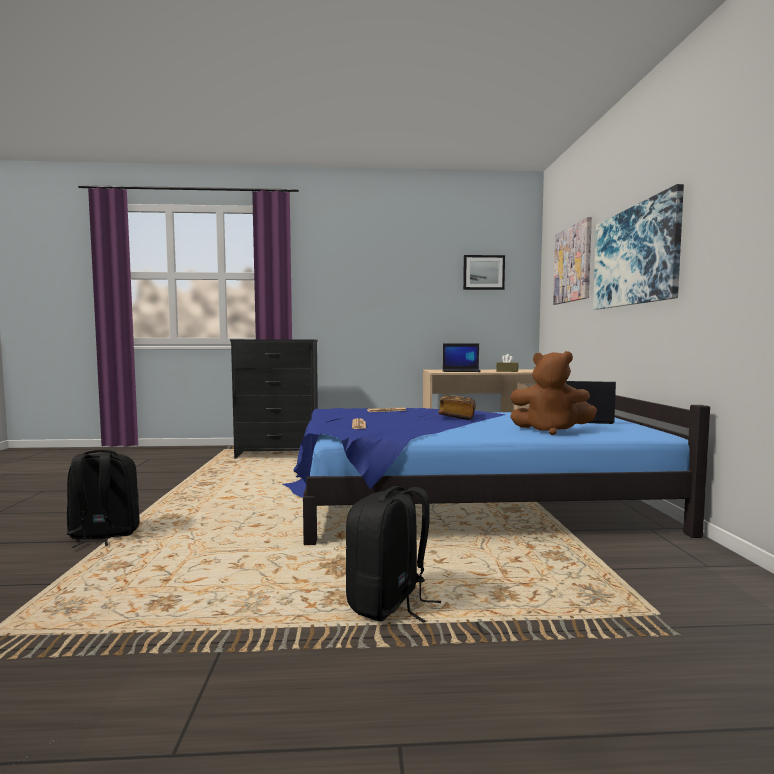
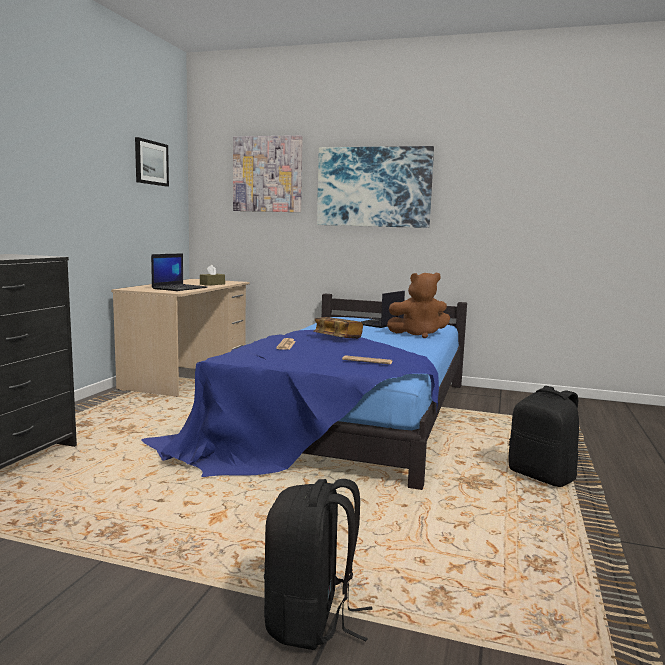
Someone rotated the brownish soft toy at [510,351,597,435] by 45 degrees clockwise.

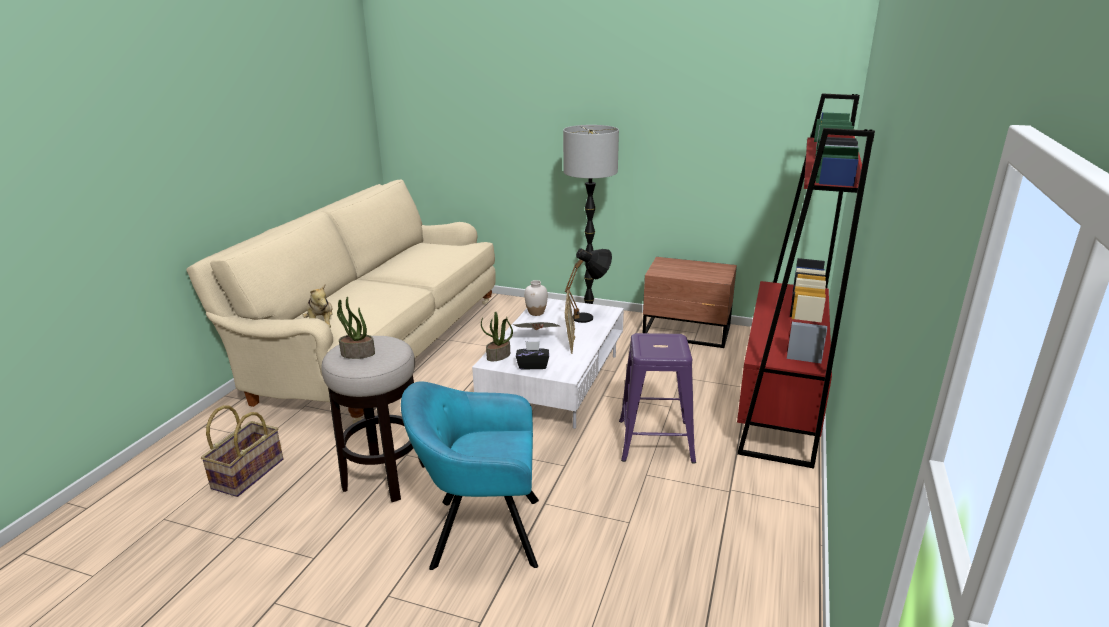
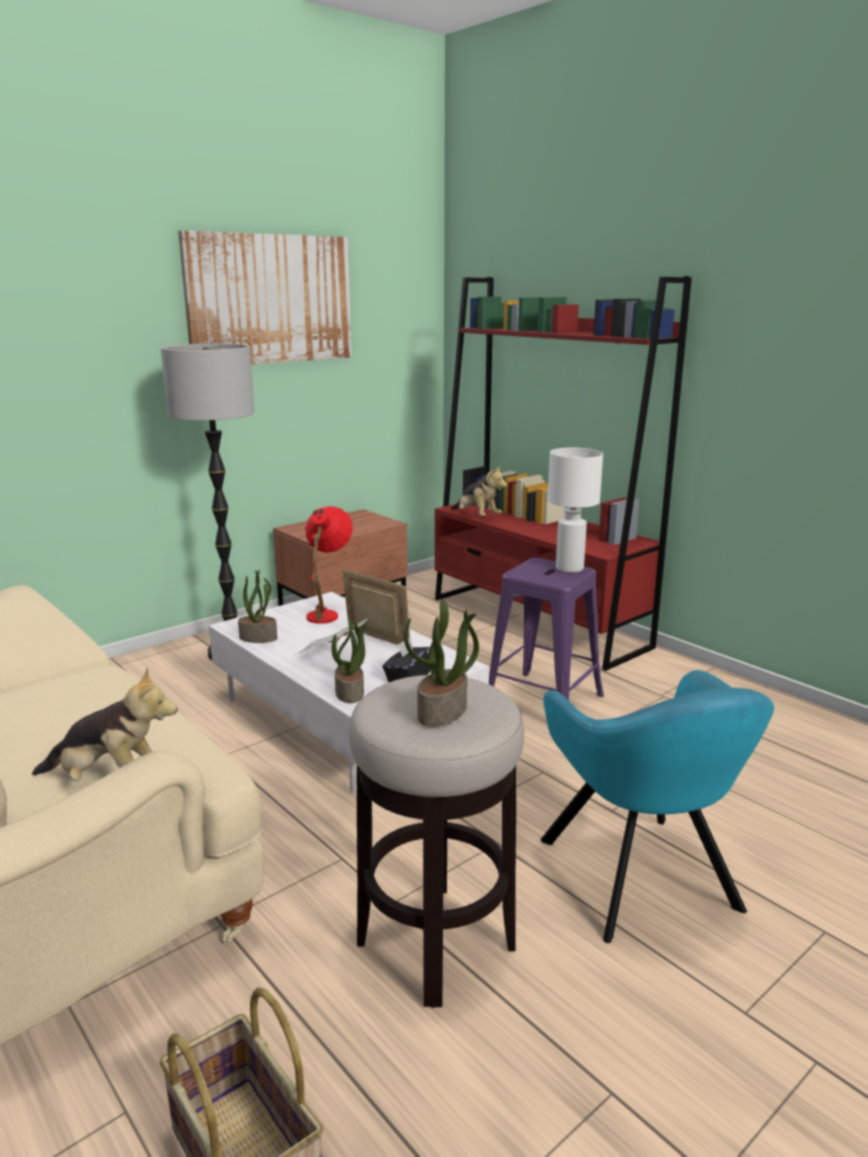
Someone put up the wall picture at [178,230,352,364]. Someone put down the soft toy at [451,465,507,516]. Someone put down the whitish lamp for a table at [548,448,603,573]. Someone swapped the whitish flower vase at [524,280,548,316] for the plant in a pot at [238,570,277,643]. Someone repainted the black lamp for a table at [565,248,612,323], which became the red lamp for a table at [305,506,353,624]. Someone rotated the turquoise-coloured armchair at [401,382,539,570] by 45 degrees counterclockwise.

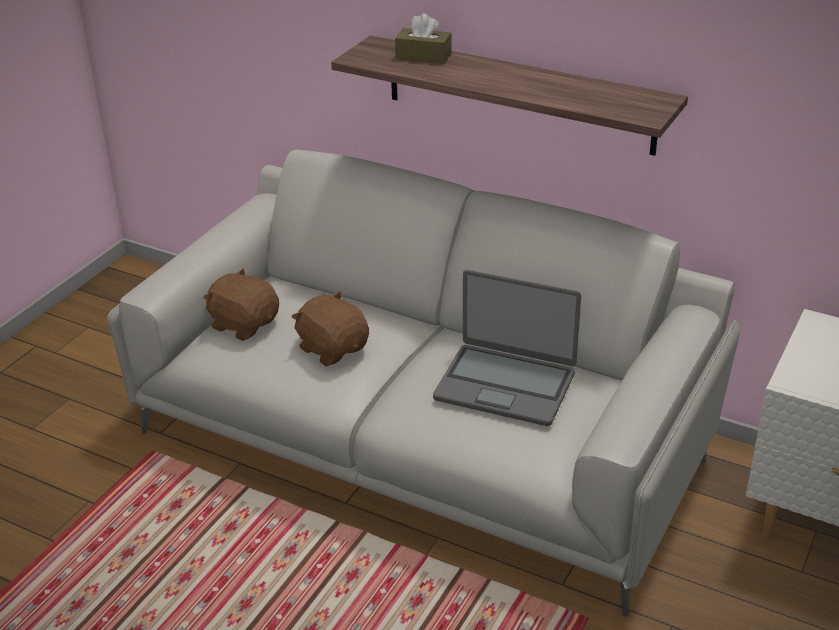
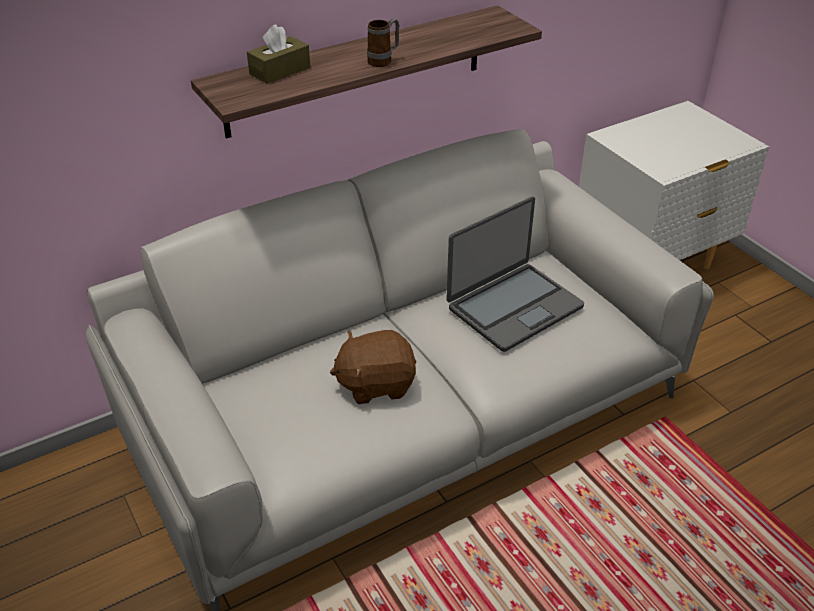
Someone took away the brownish soft toy at [204,269,279,341]. Someone put down the coffee mug at [367,18,399,67].

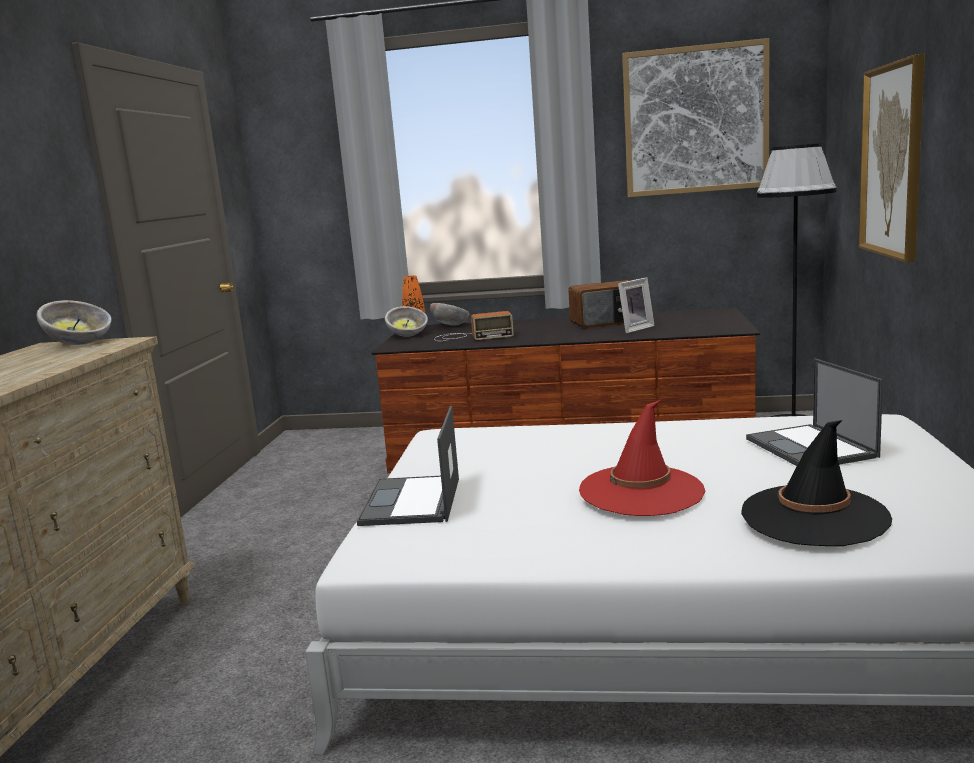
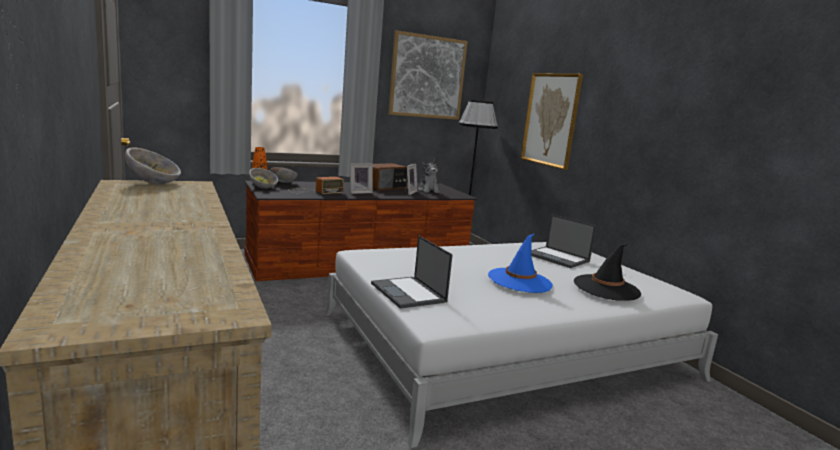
Someone put down the photo frame at [350,163,373,194]. Someone put down the soft toy at [418,159,439,193]. Someone repainted the red wearable hat at [579,400,705,516], which became the blue wearable hat at [488,234,553,293].

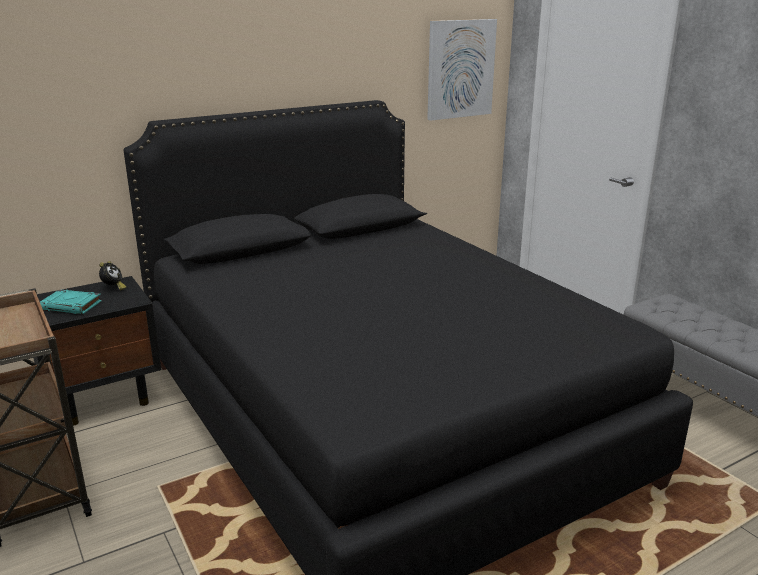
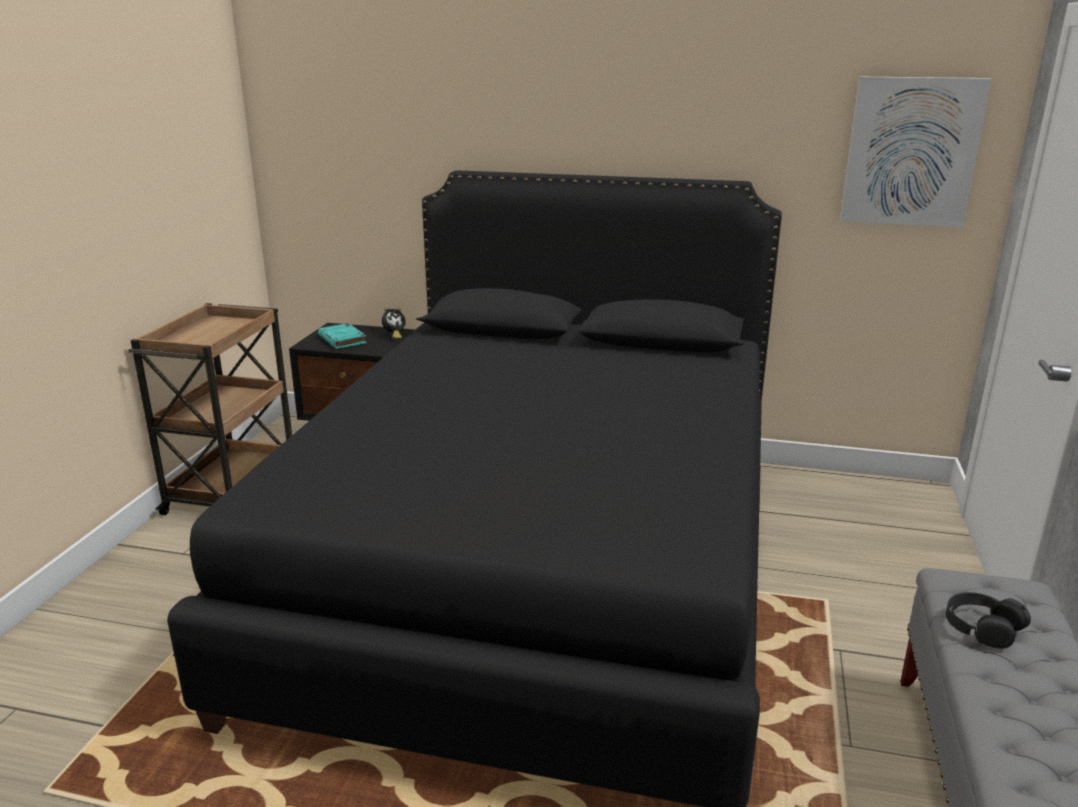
Someone put down the black headset at [946,592,1031,649].

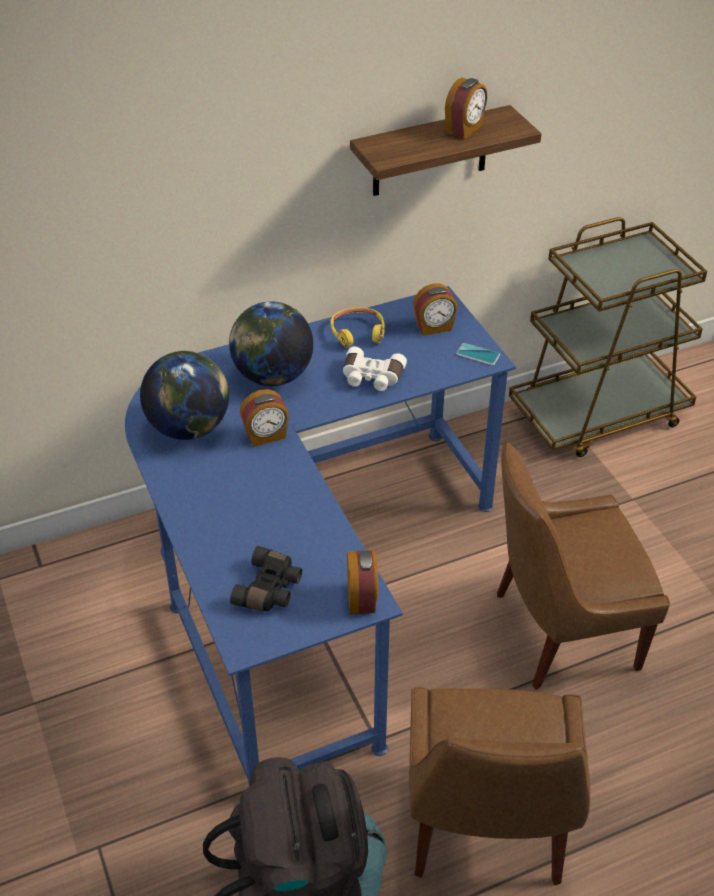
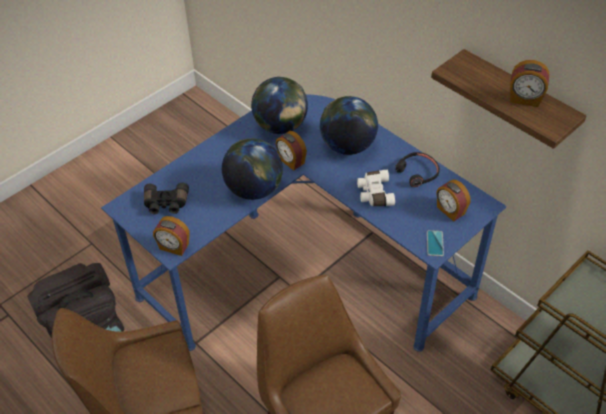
Someone put down the world globe at [222,138,283,200]. Someone repainted the yellow-coloured headset at [331,307,385,348], which became the black headset at [395,152,440,187]. Someone rotated the table clock at [347,550,378,614] by 45 degrees clockwise.

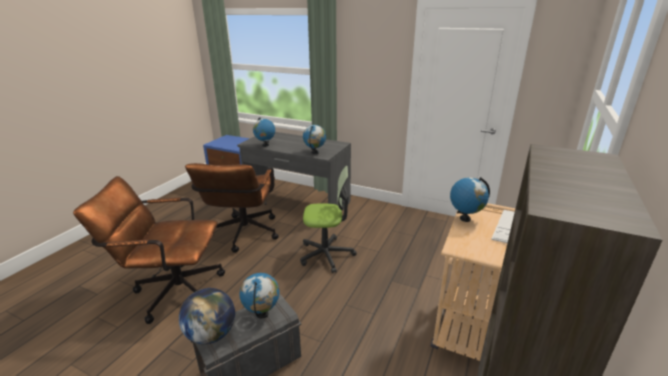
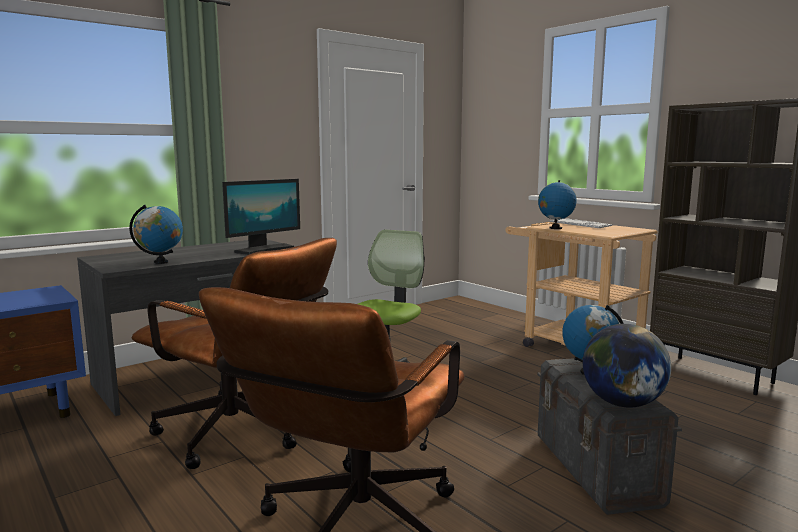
Someone swapped the world globe at [303,125,326,154] for the monitor at [222,179,300,255].

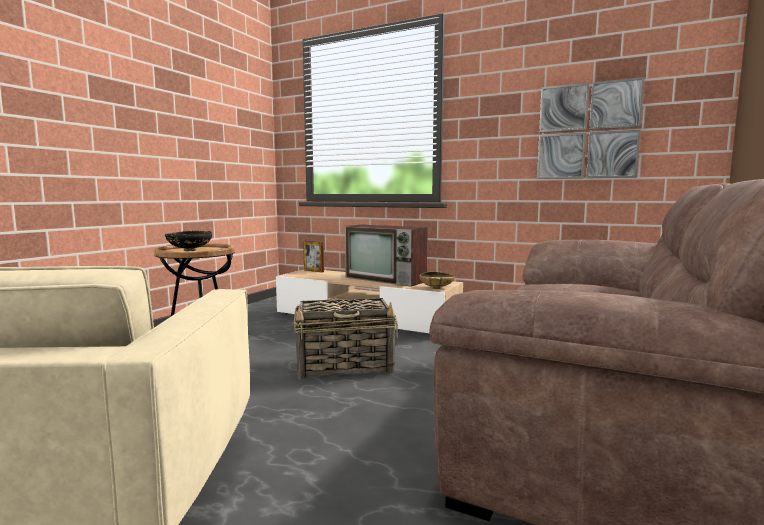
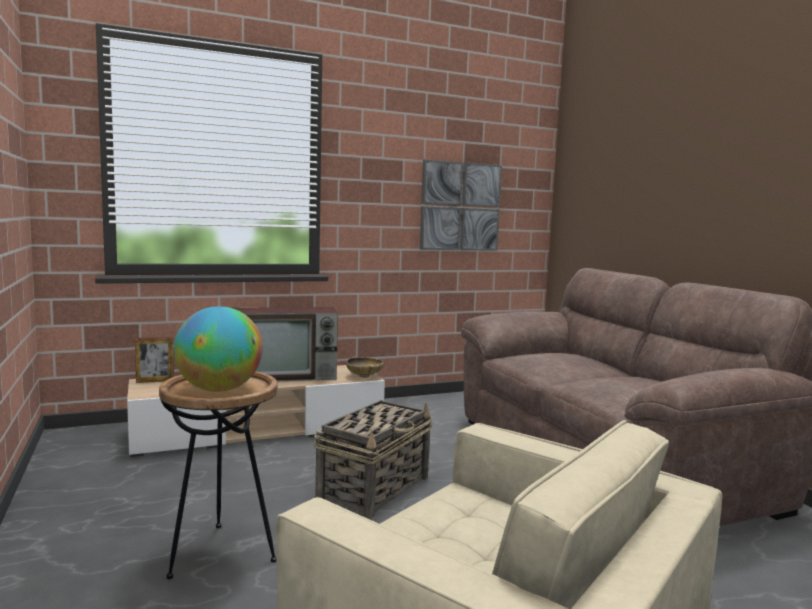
Someone swapped the black deep dish at [165,231,212,251] for the world globe at [174,306,263,392].

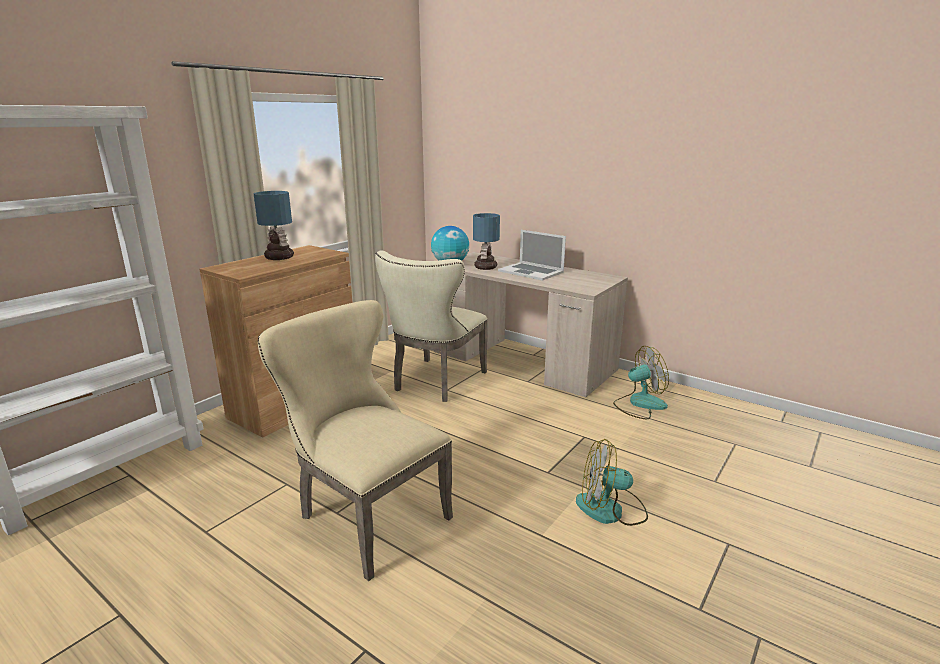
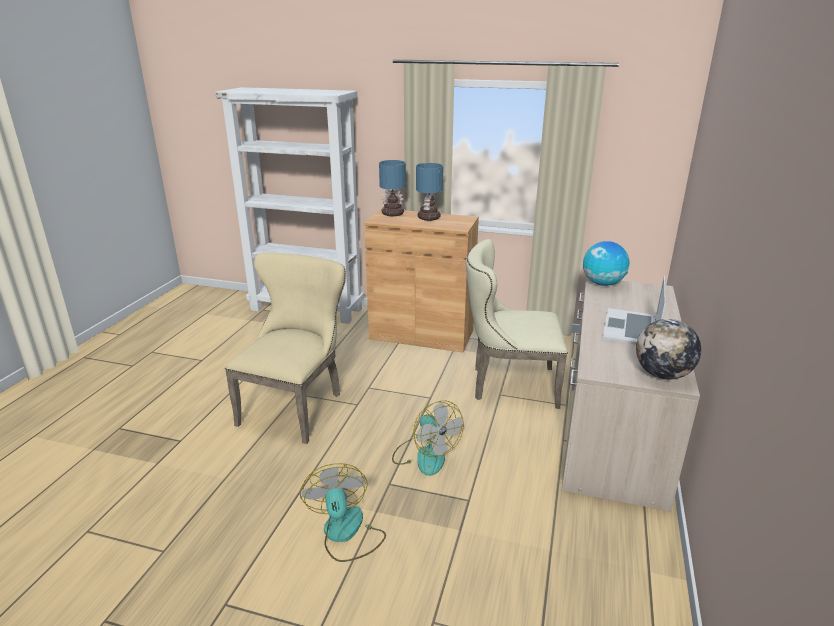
Someone put down the world globe at [636,319,701,380]. Someone carried the lamp for a table from [473,213,500,270] to [379,160,406,216]. Someone carried the cooling fan from [613,346,669,419] to [392,401,464,476].

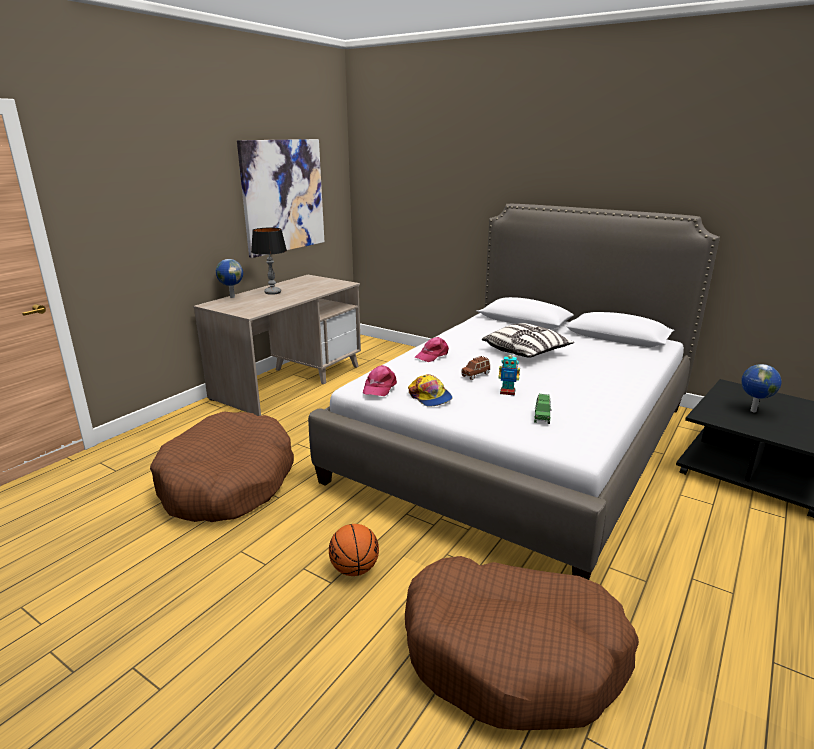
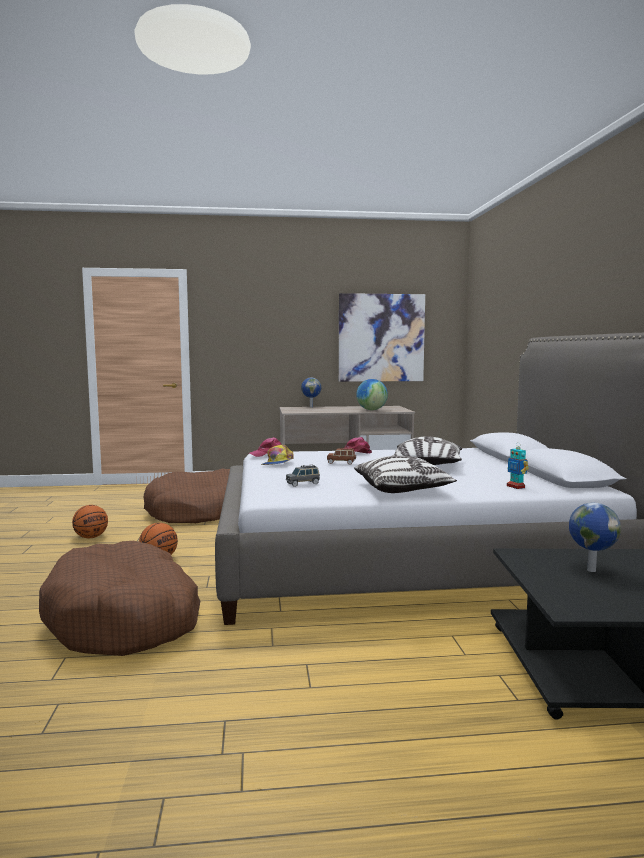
Someone took away the lamp for a table at [251,228,287,295]. Someone put down the basketball at [72,505,108,538]. Someone put down the pillow at [354,456,457,493]. Someone put down the world globe at [356,379,388,410]. Someone carried the robot figure from [498,351,520,396] to [507,442,529,489]. Someone repainted the green model car at [534,394,552,424], which became the greyish model car at [286,465,320,487].

